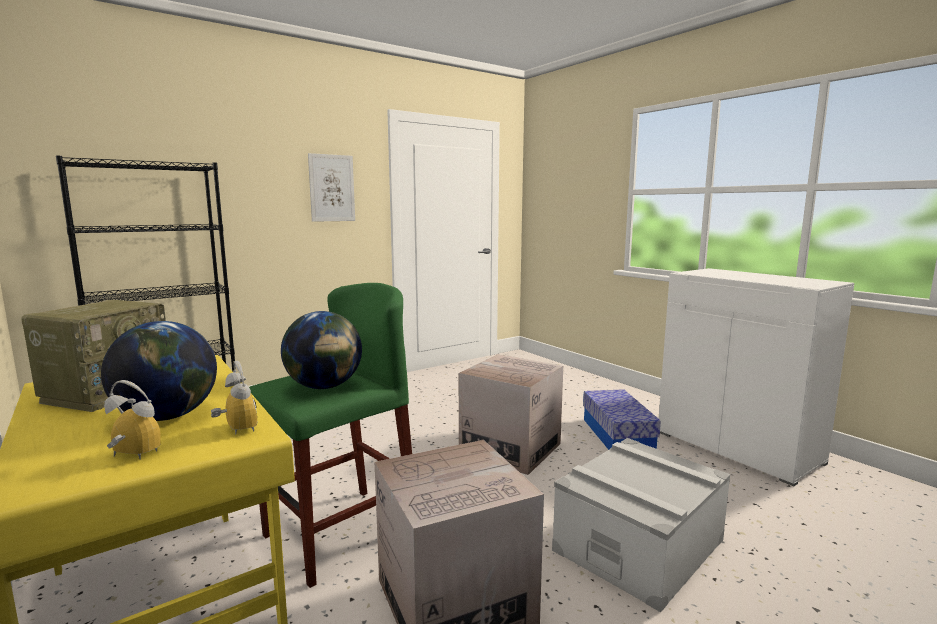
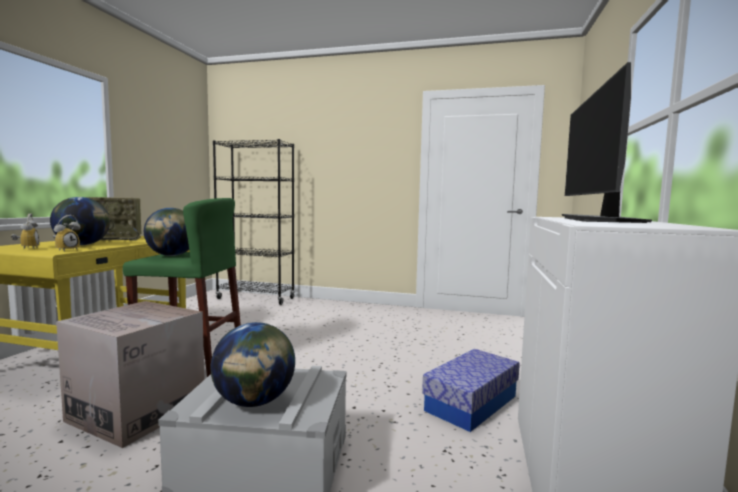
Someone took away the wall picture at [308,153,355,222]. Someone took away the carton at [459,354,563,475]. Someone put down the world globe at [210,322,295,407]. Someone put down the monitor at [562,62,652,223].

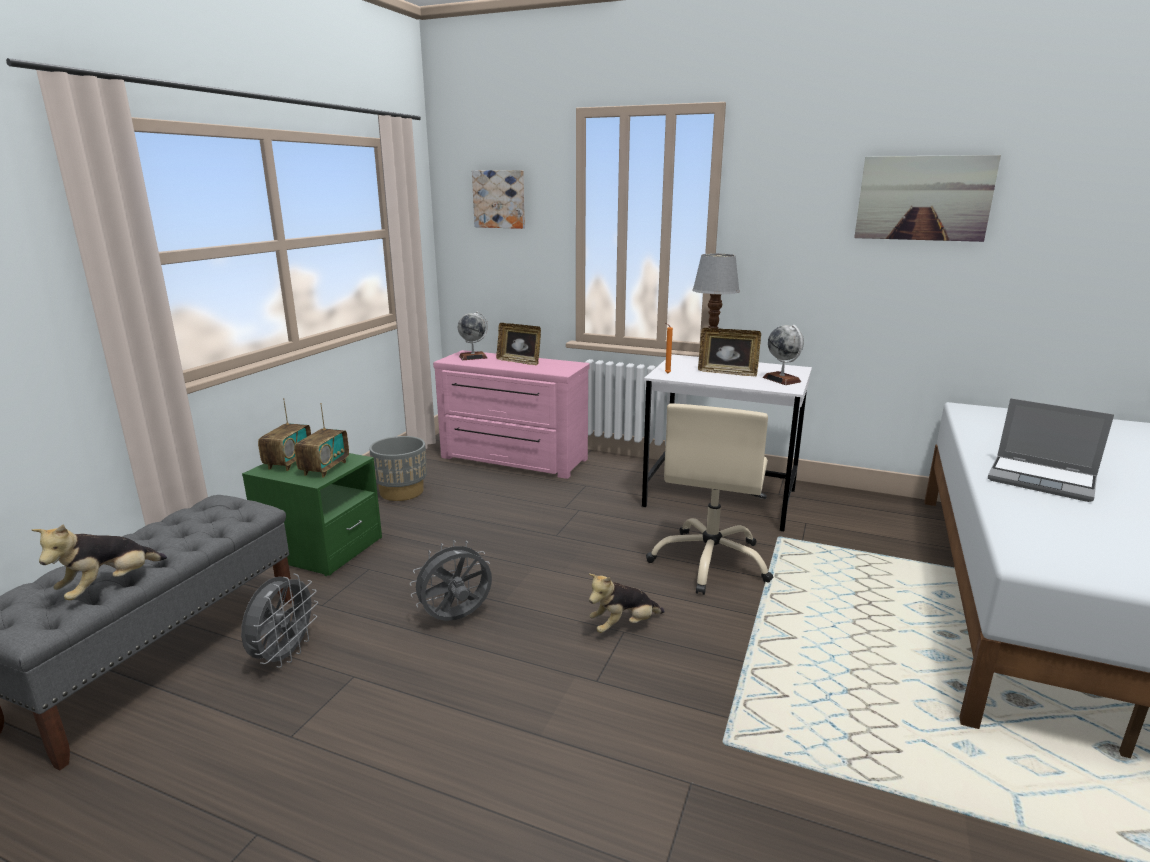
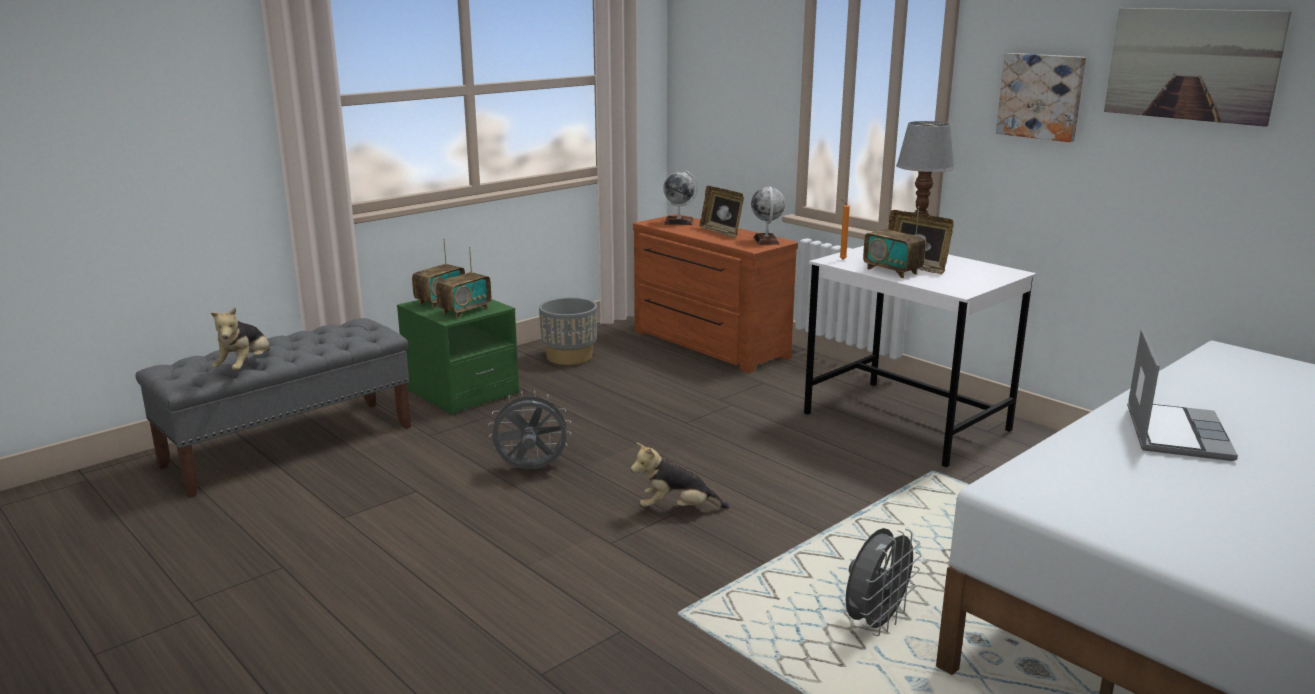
Someone took away the beige-coloured desk chair at [646,403,773,595]. Someone put down the radio receiver at [863,206,926,278]. Someone carried the greyish cooling fan from [241,573,318,668] to [846,528,922,636]. Someone carried the wall picture from [472,170,525,229] to [996,53,1086,142]. Someone carried the world globe from [763,325,804,385] to [751,186,785,245]. Someone repainted the pink-coloured dresser at [433,350,589,479], which became the brownish dresser at [633,214,798,373]. Someone rotated the soft toy at [32,524,167,600] by 45 degrees counterclockwise. Someone rotated the notebook computer at [988,398,1114,502] by 135 degrees counterclockwise.

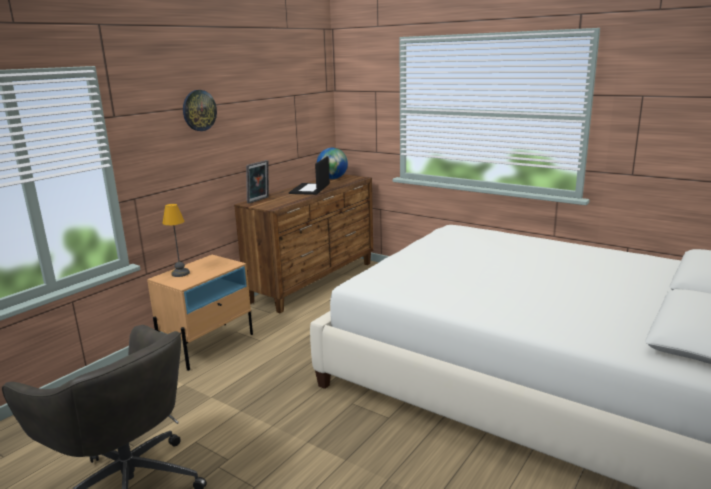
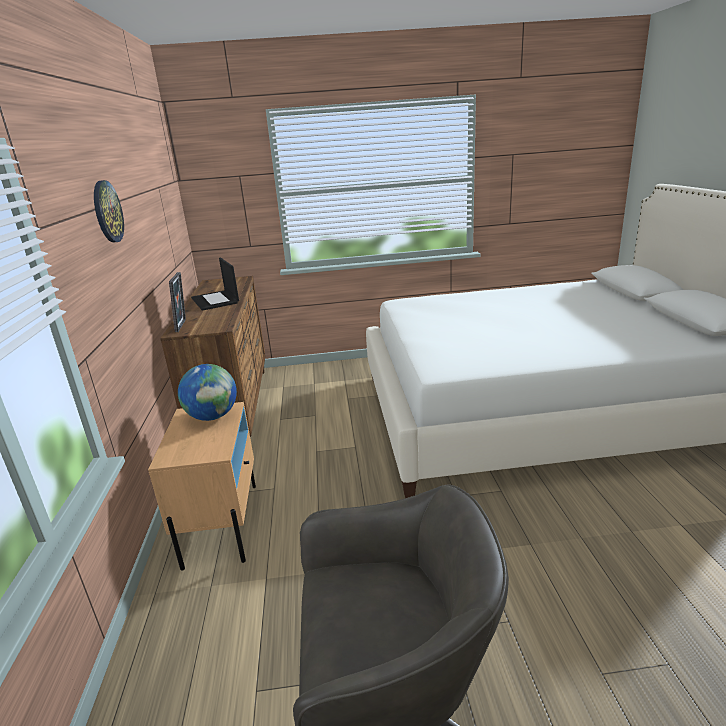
Someone took away the lamp for a table at [162,204,190,277]. Someone carried the world globe from [317,148,348,179] to [178,364,237,421].

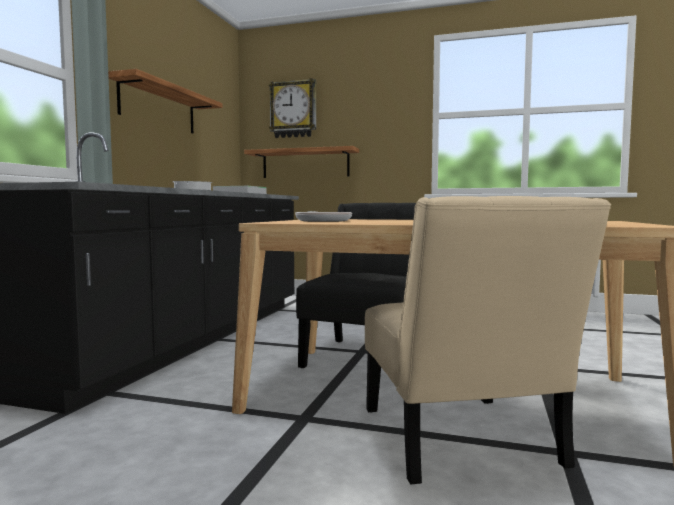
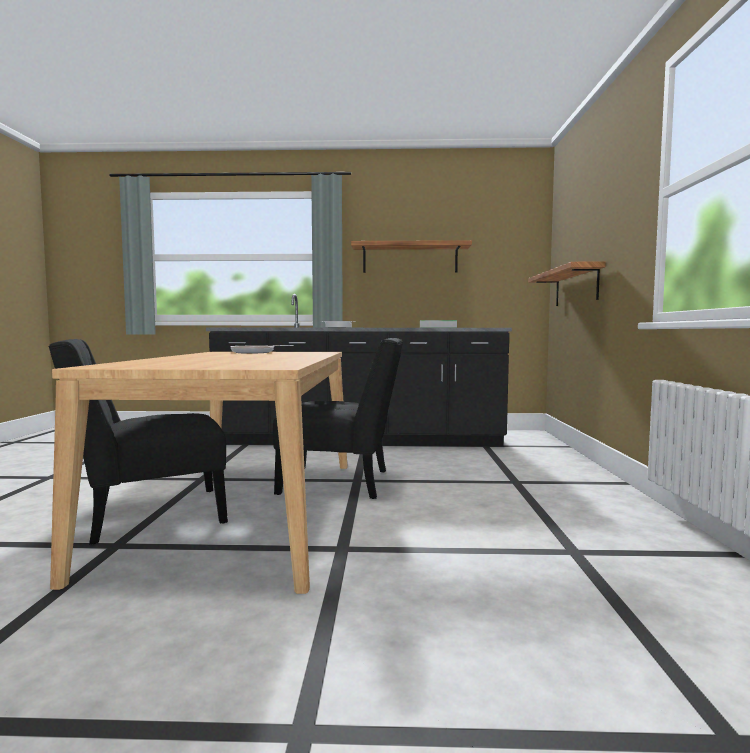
Someone took away the wall clock at [269,78,316,138]. Someone repainted the beige-coloured chair at [365,196,611,485], which became the black chair at [48,339,228,544].

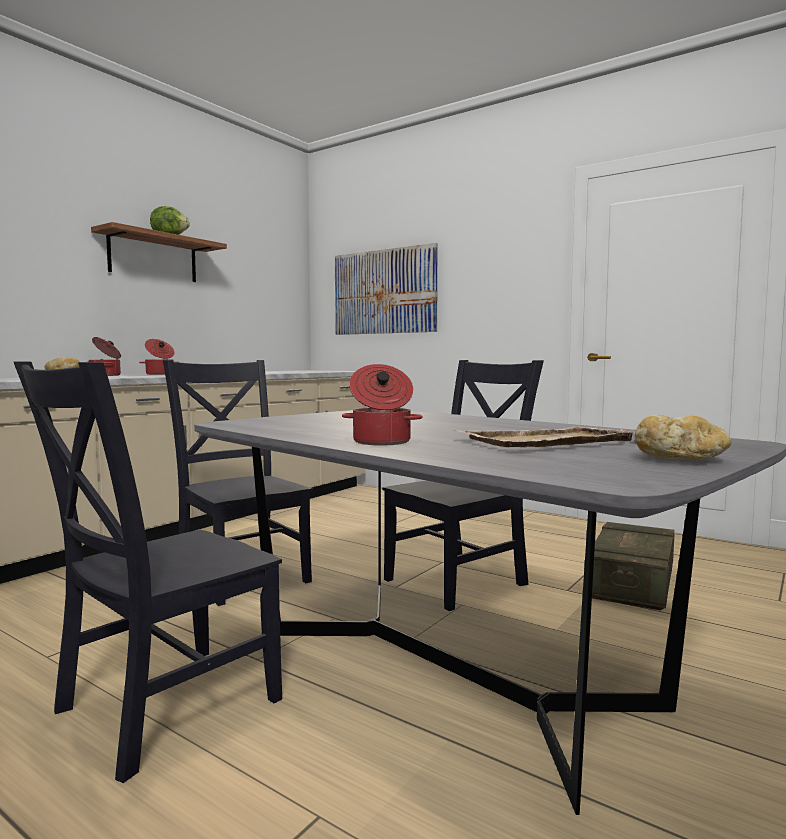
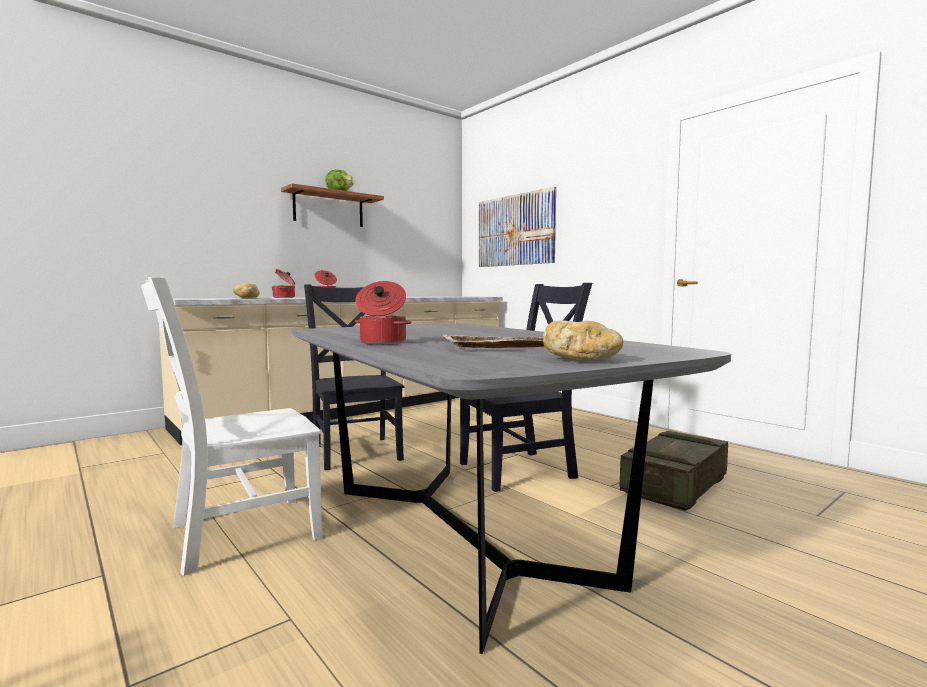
Someone repainted the black chair at [14,361,282,783], which became the whitish chair at [141,277,323,576].

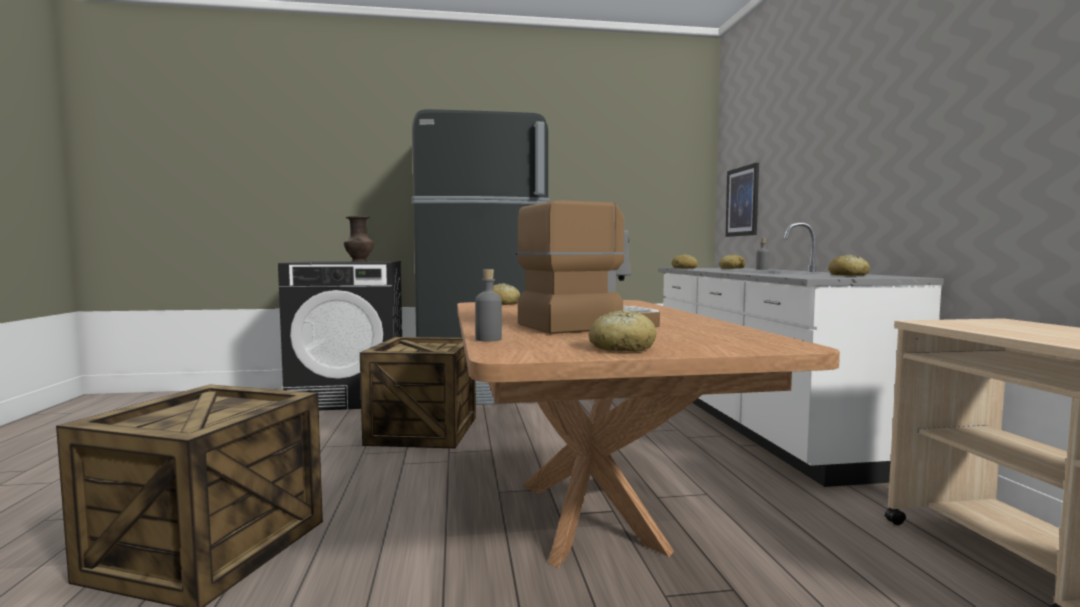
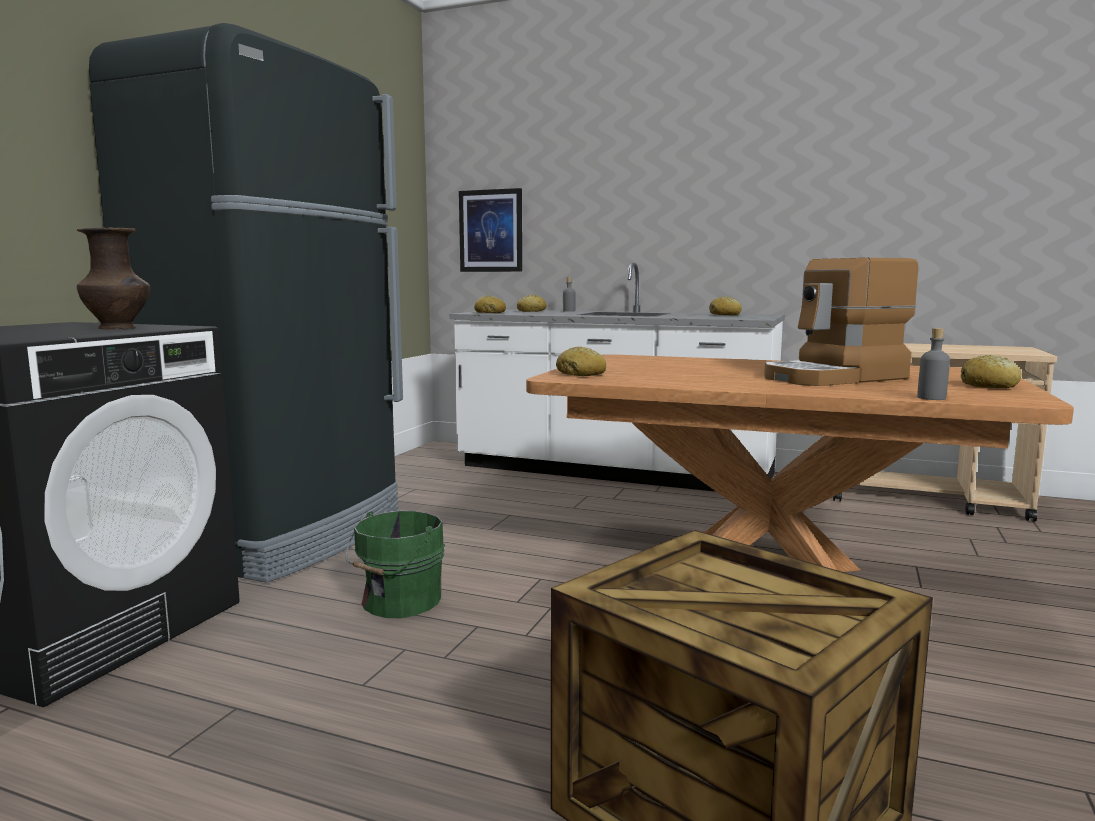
Someone swapped the packing crate at [360,337,476,448] for the green bucket at [345,511,445,619]. Someone rotated the coffee maker at [517,200,660,334] by 120 degrees counterclockwise.

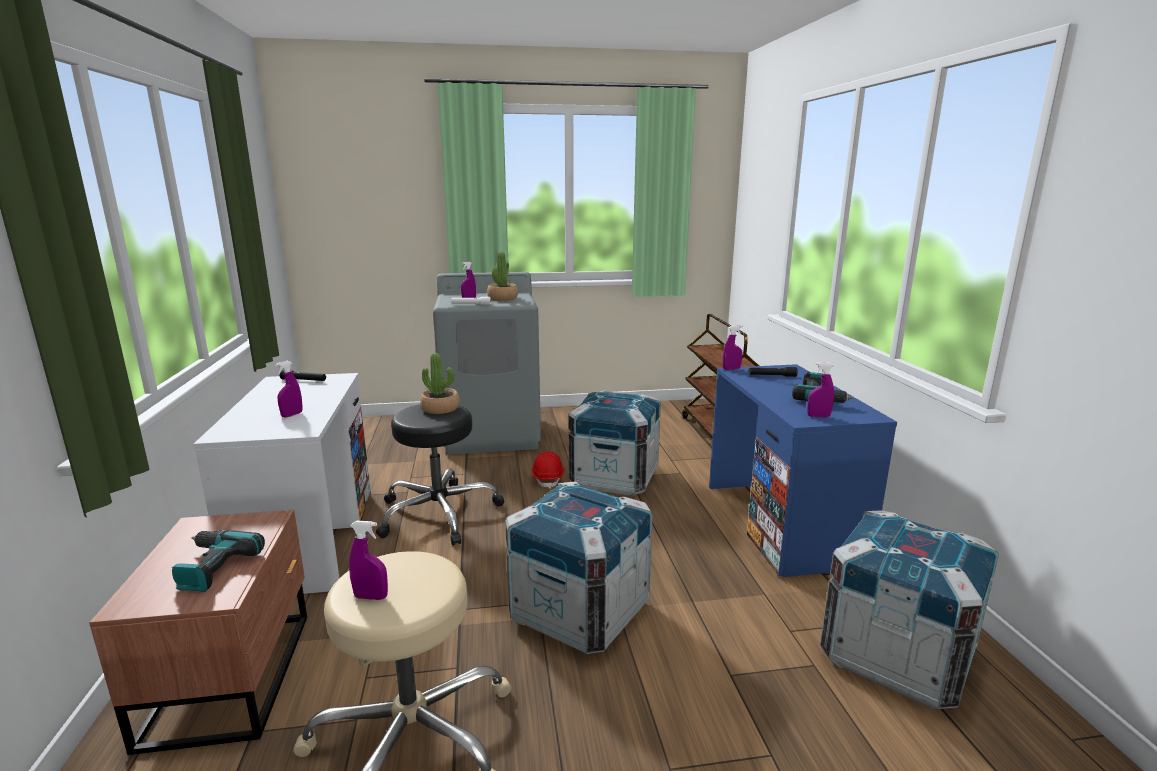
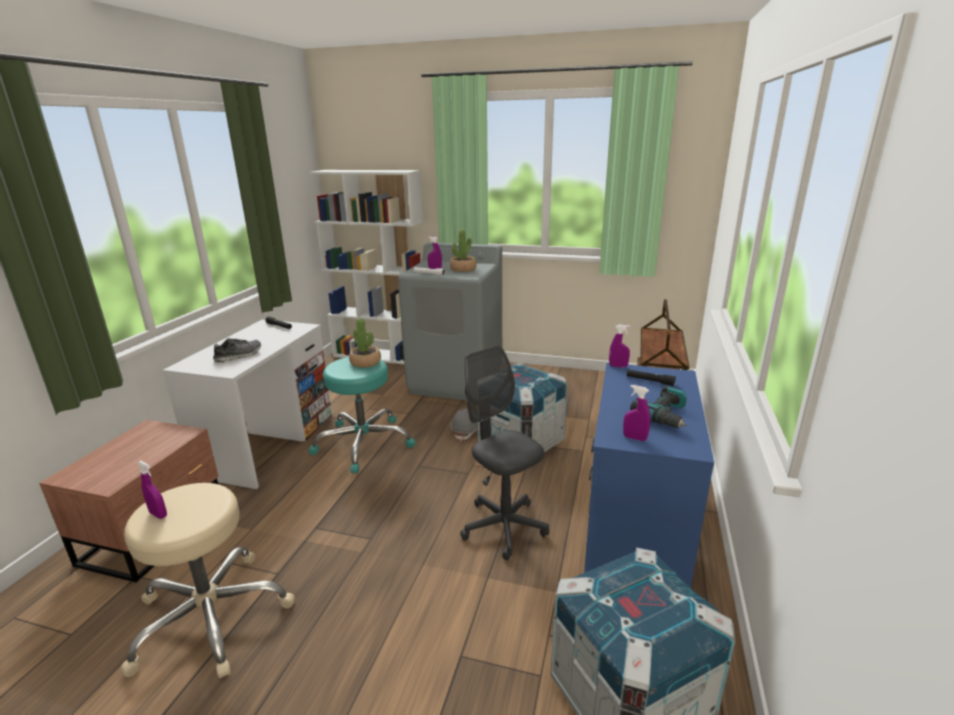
Someone took away the power drill at [171,530,265,592]. Someone took away the packing crate at [505,482,653,654]. Someone put down the whitish shelving unit at [309,170,424,364]. Someone put down the greyish desk chair at [460,345,549,560]. Someone swapped the purple spray bottle at [275,361,302,418] for the low shoe at [213,338,261,363]. Someone repainted the black stool at [376,404,505,545], which became the turquoise-coloured stool at [309,357,416,473]. Someone repainted the red hard hat at [531,451,564,489], which became the greyish hard hat at [451,408,477,441].

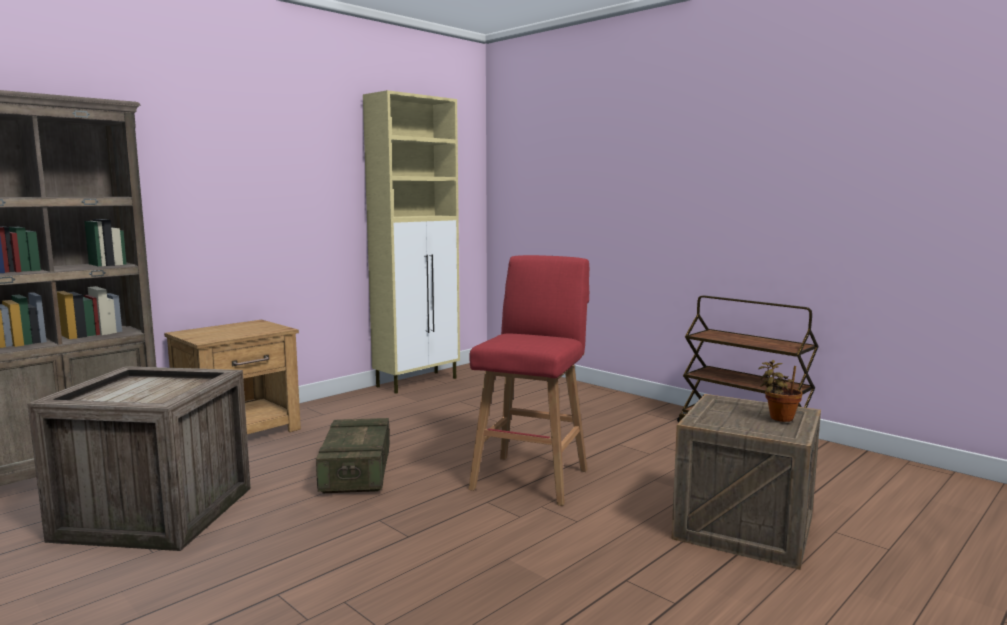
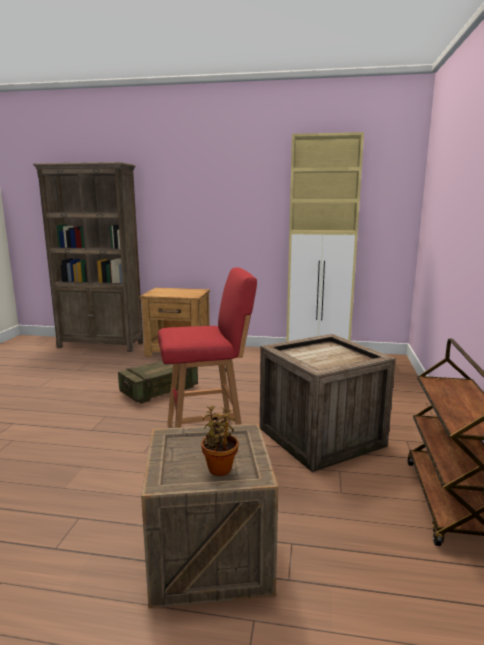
Someone carried the packing crate from [27,366,251,551] to [260,334,396,472].

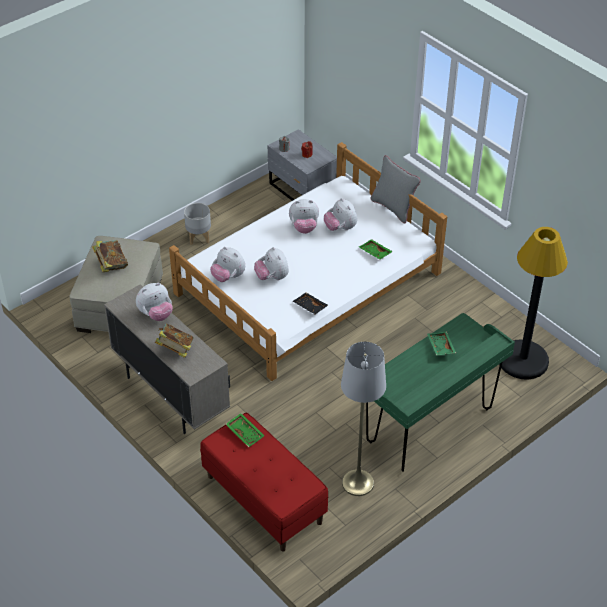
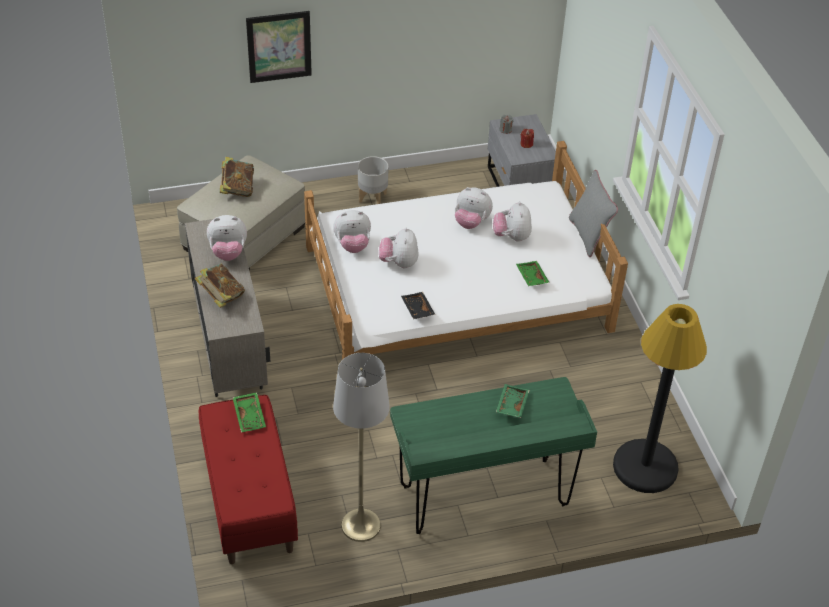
Someone put up the wall picture at [246,11,312,83]. Someone rotated the soft toy at [210,247,245,282] by 75 degrees counterclockwise.

